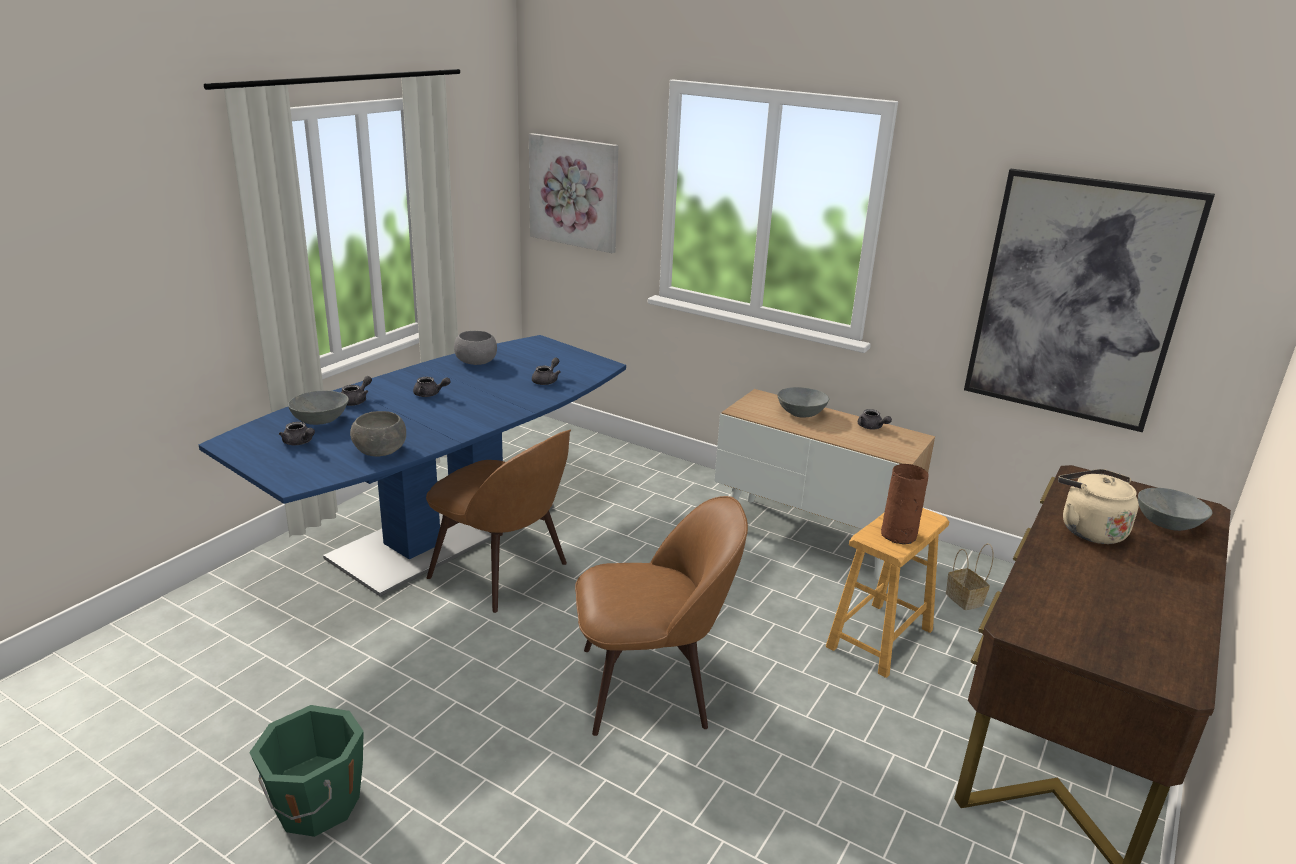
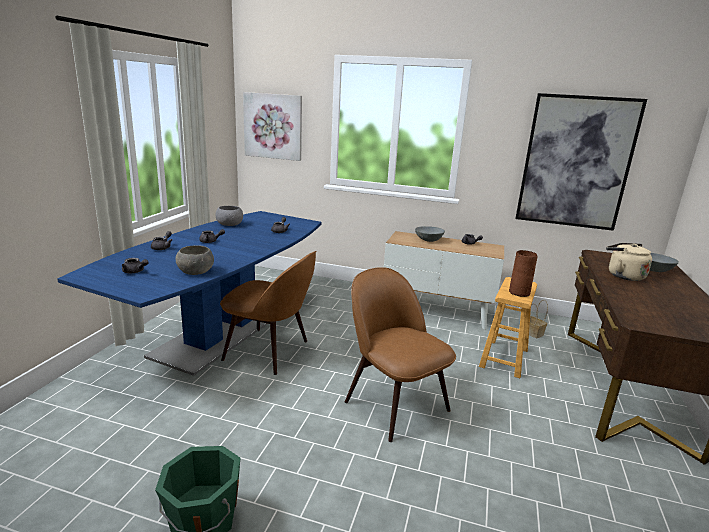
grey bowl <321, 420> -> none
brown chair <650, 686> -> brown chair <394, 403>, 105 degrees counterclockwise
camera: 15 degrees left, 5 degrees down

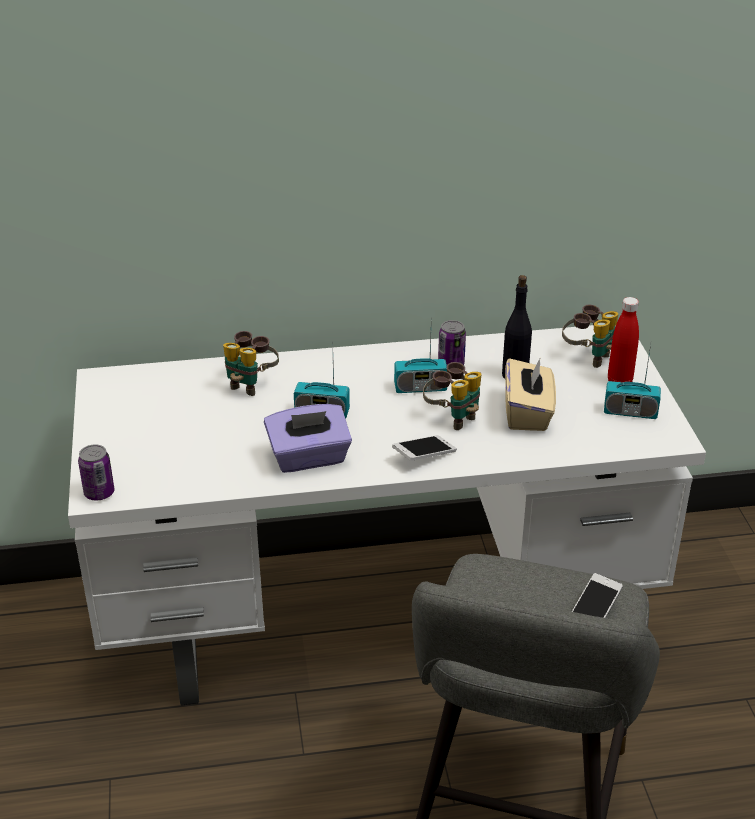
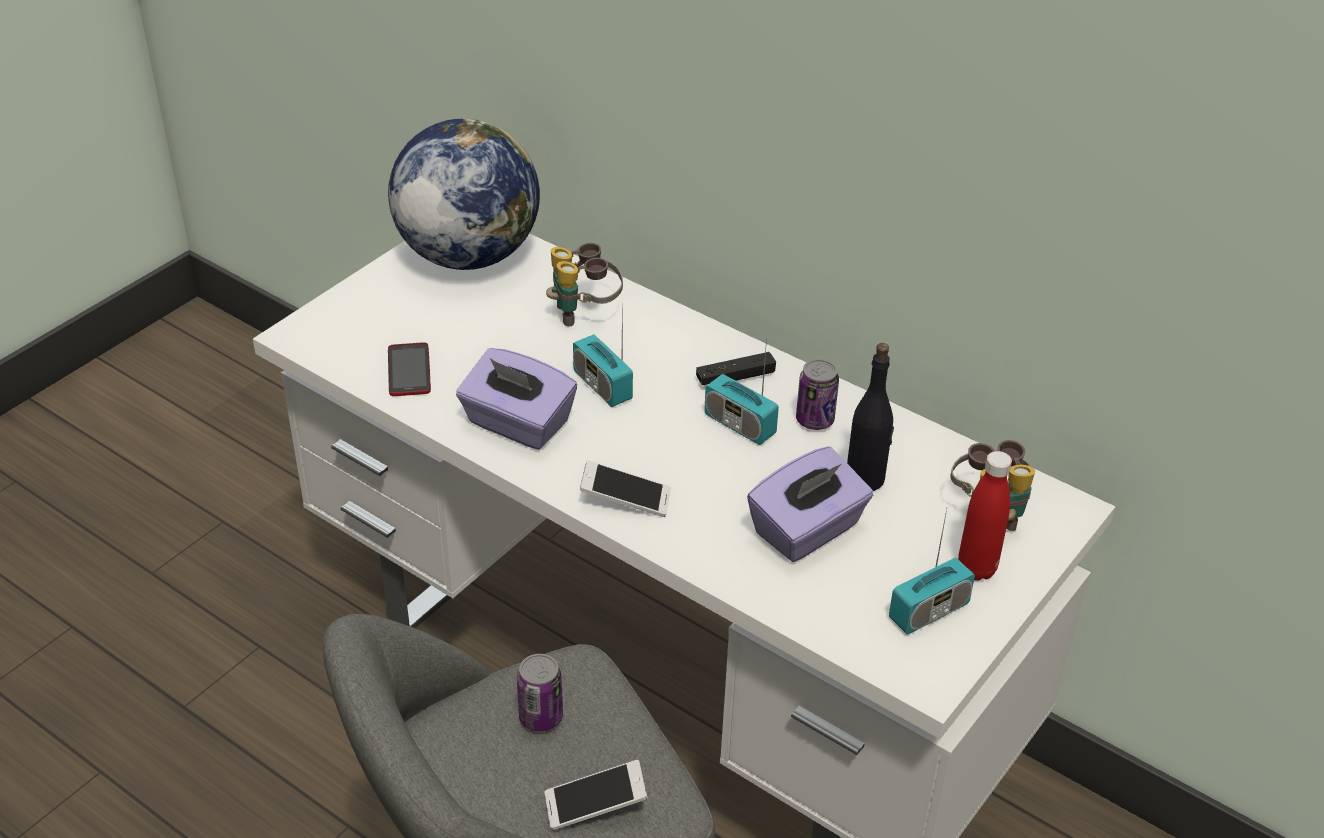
can <99, 493> -> can <541, 717>, moved
binoculars <452, 417> -> none
beige tissue box <528, 413> -> purple tissue box <807, 530>
radio <630, 412> -> radio <929, 611>, 90 degrees counterclockwise
none -> globe <467, 255>
none -> phone <409, 371>
none -> black game controller <735, 377>
camera: 45 degrees right, 5 degrees up

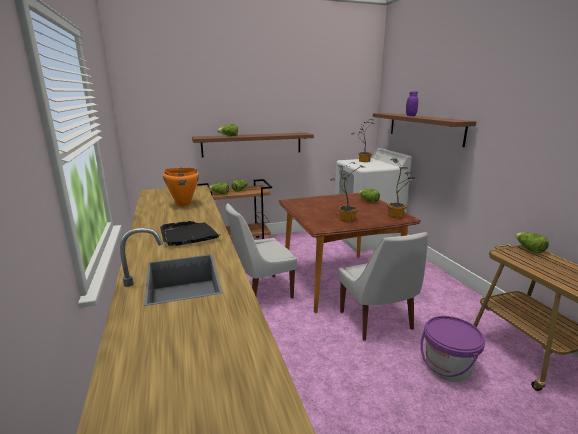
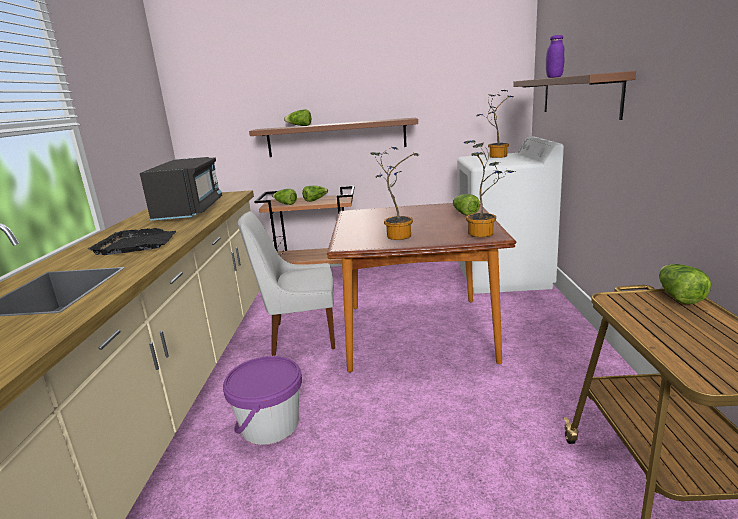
orange cooking pot <183, 204> -> black microwave <190, 211>
white chair <377, 322> -> none
purple bucket <447, 366> -> purple bucket <270, 425>, moved
camera: 20 degrees right, 0 degrees up

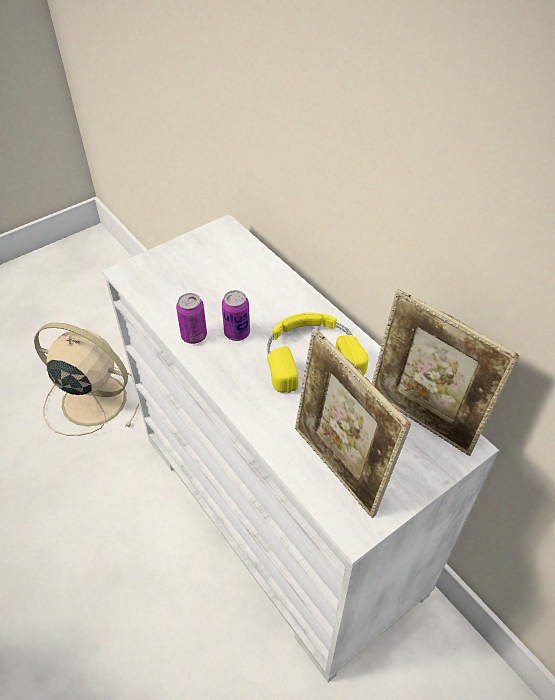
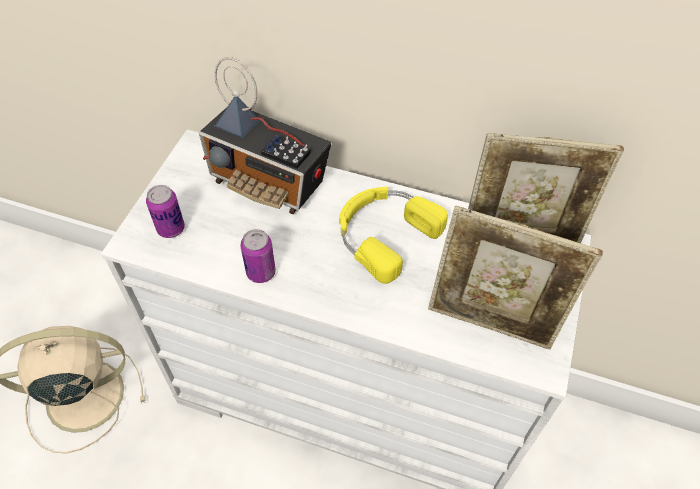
can <237, 333> -> can <171, 228>, moved
none -> radio <269, 183>
camera: 35 degrees left, 5 degrees up

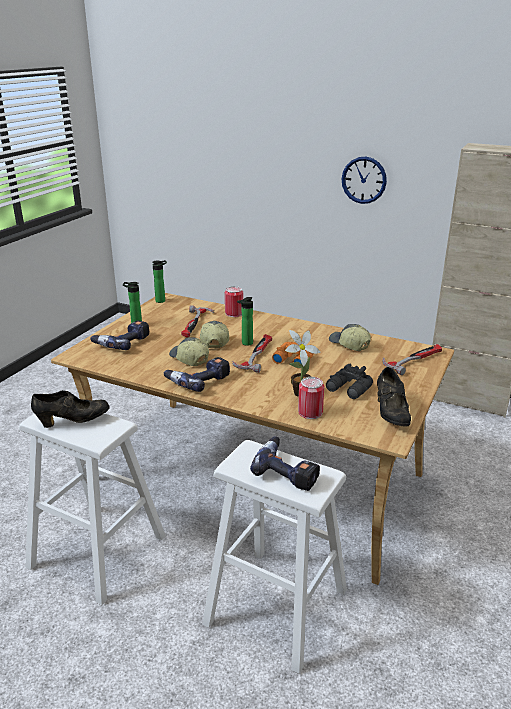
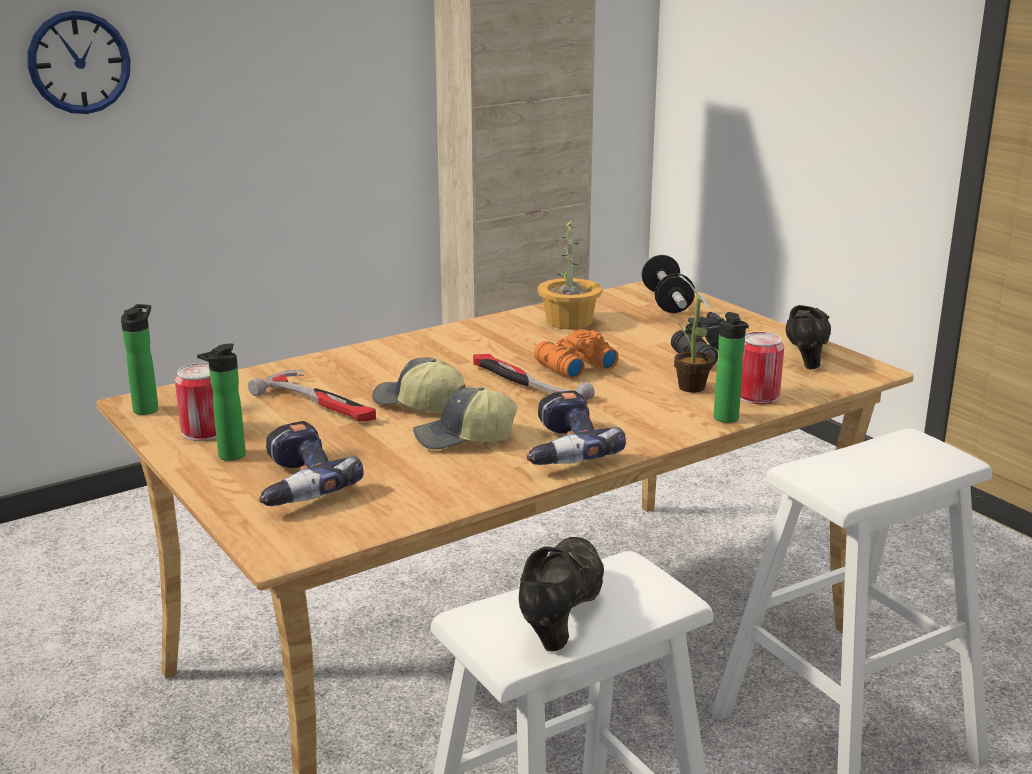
can <234, 313> -> can <205, 431>, moved
bottle <245, 343> -> bottle <727, 420>, moved
power drill <287, 470> -> none
cap <349, 344> -> potted plant <570, 321>
wall clock <364, 180> -> wall clock <79, 62>, moved
black shoe <391, 414> -> black shoe <805, 353>, 105 degrees counterclockwise
hammer <413, 360> -> dumbbell <666, 302>
camera: 60 degrees left, 5 degrees down

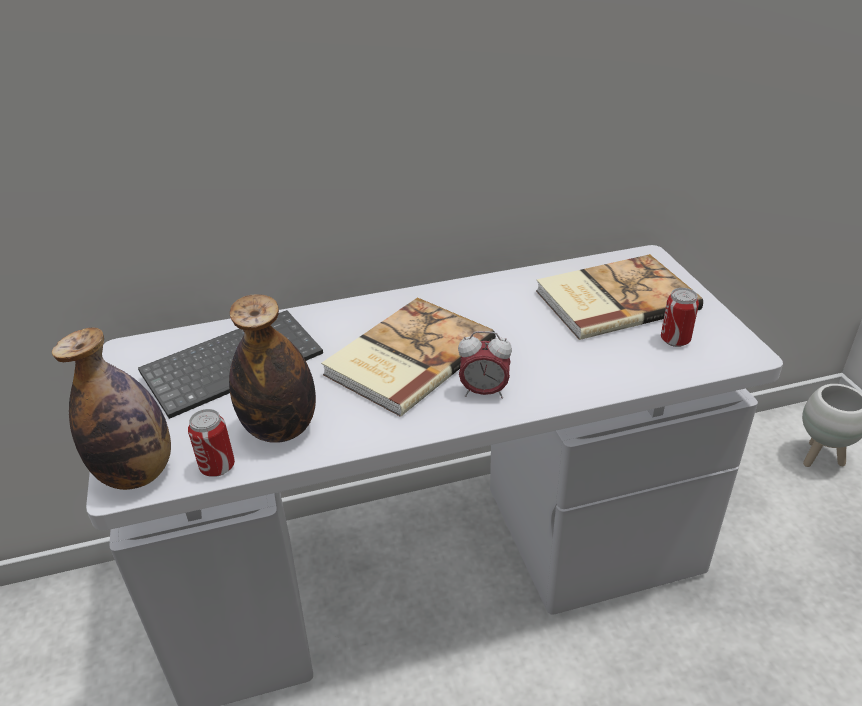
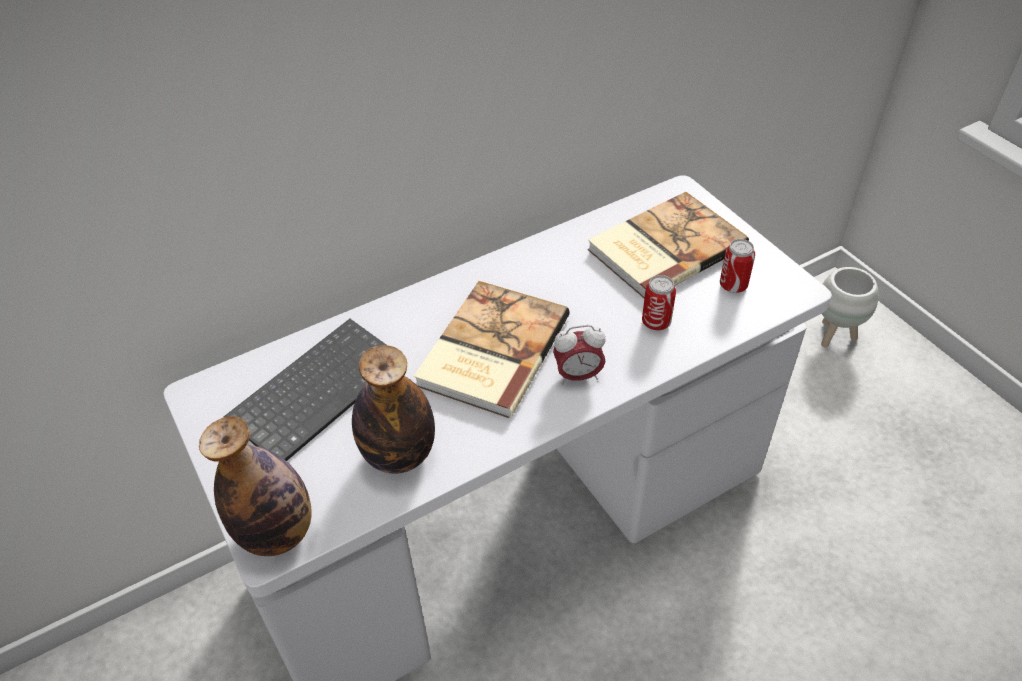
can <217, 467> -> can <656, 322>, moved
camera: 15 degrees left, 10 degrees up

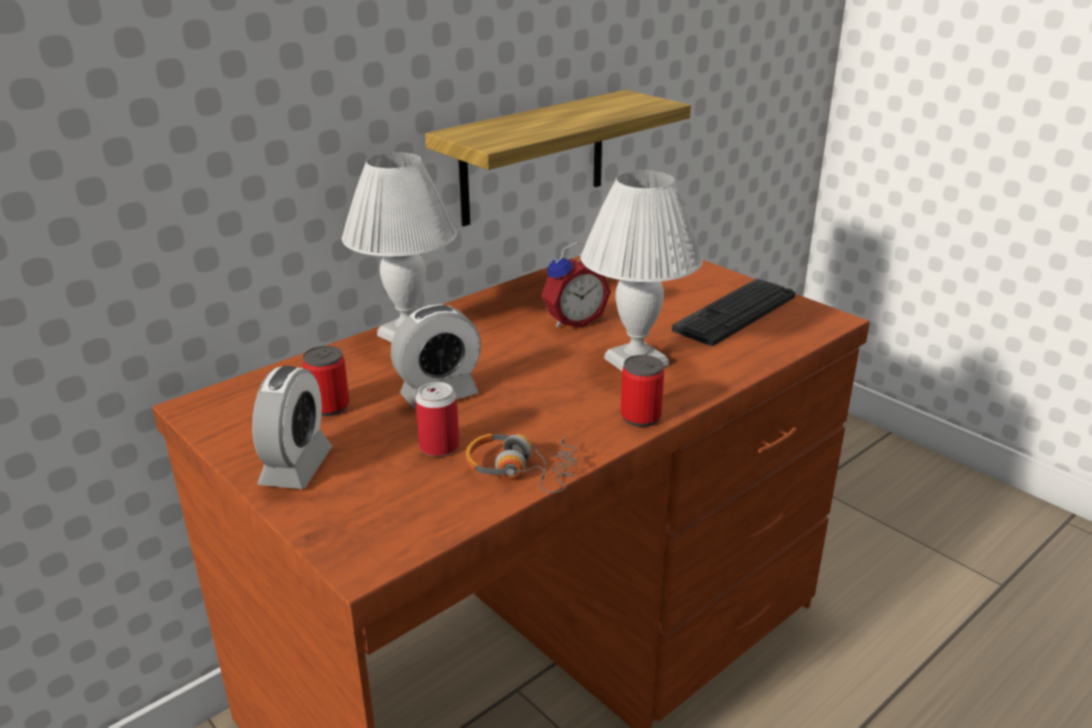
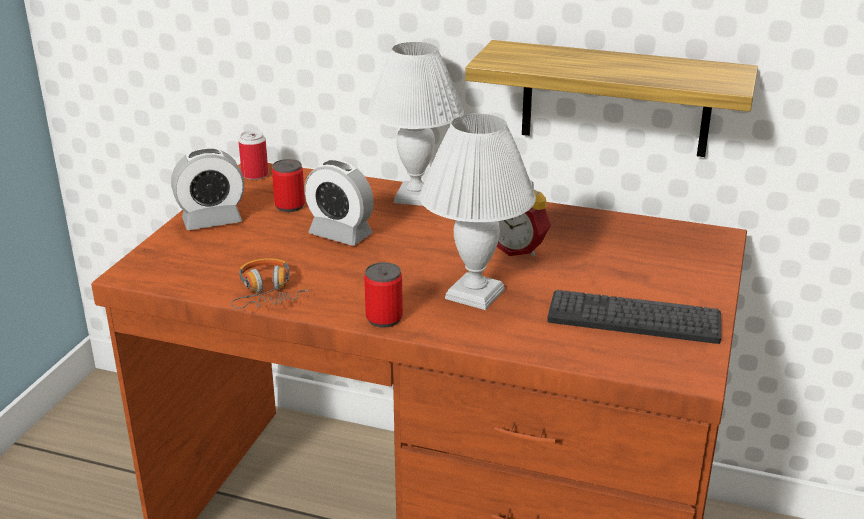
can <439, 446> -> can <255, 175>, moved
camera: 60 degrees right, 0 degrees up

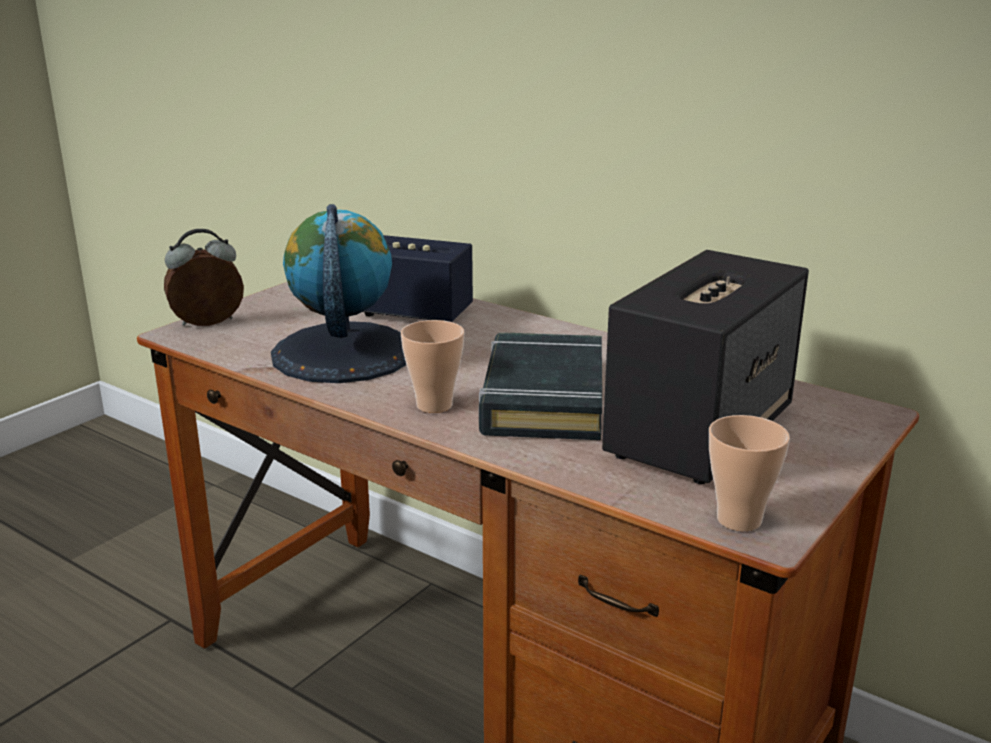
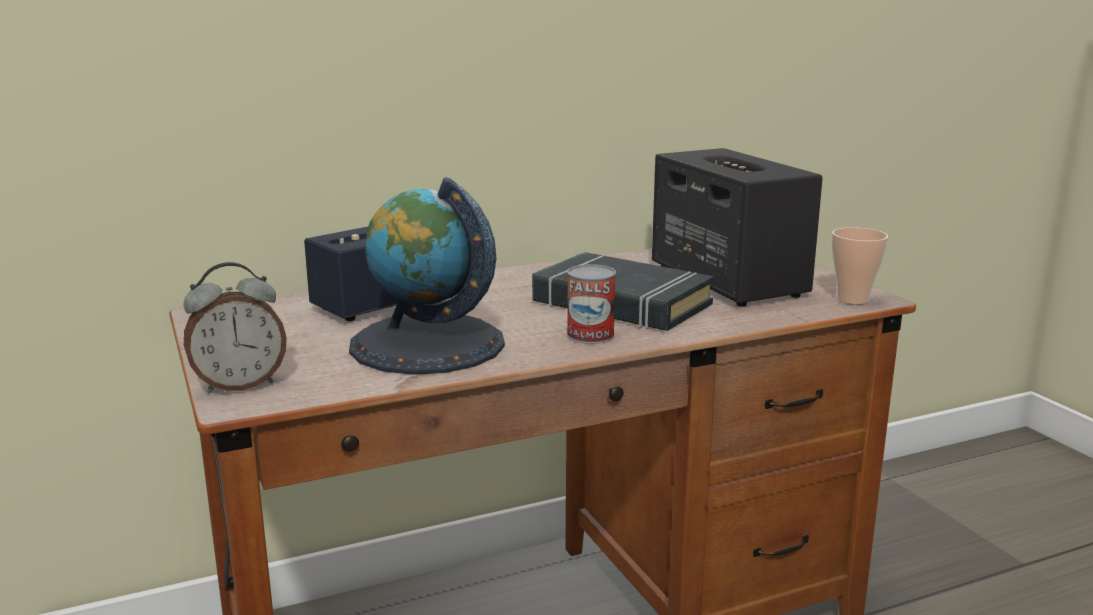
alarm clock <208, 324> -> alarm clock <239, 385>, 120 degrees counterclockwise
cup <434, 405> -> can <590, 335>
camera: 60 degrees left, 5 degrees down

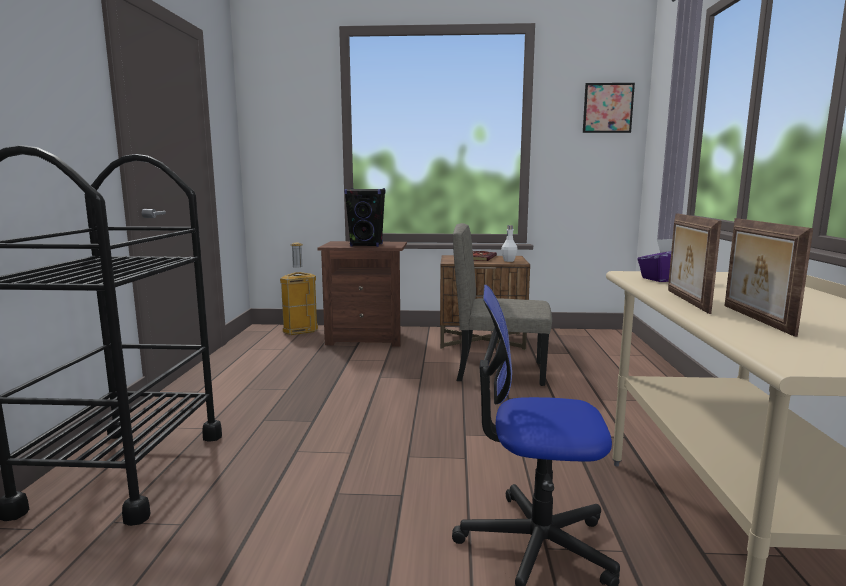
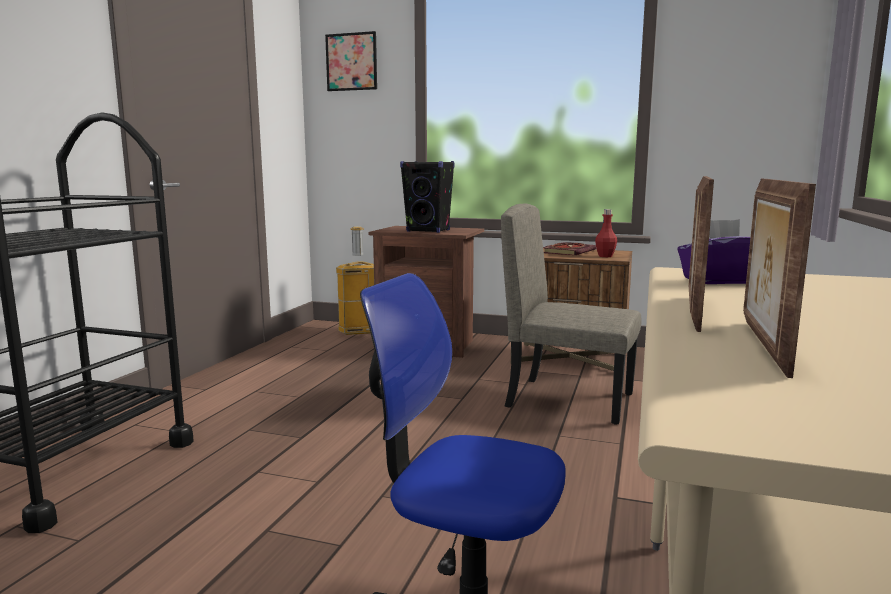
white bottle <509, 261> -> red bottle <605, 256>
picture <608, 108> -> picture <351, 62>, moved
camera: 15 degrees right, 0 degrees up

